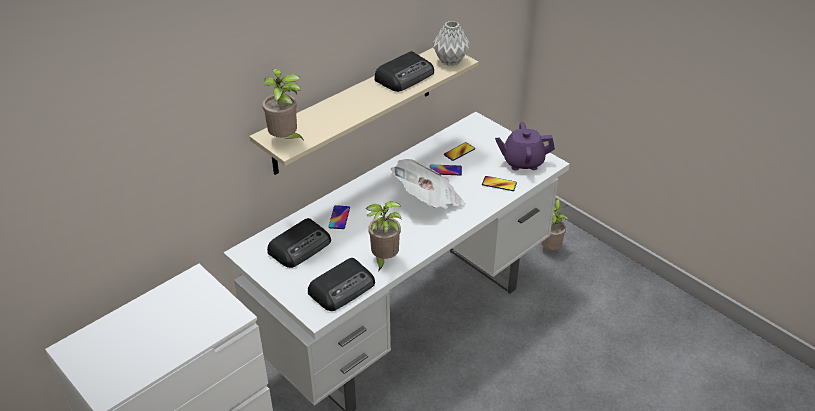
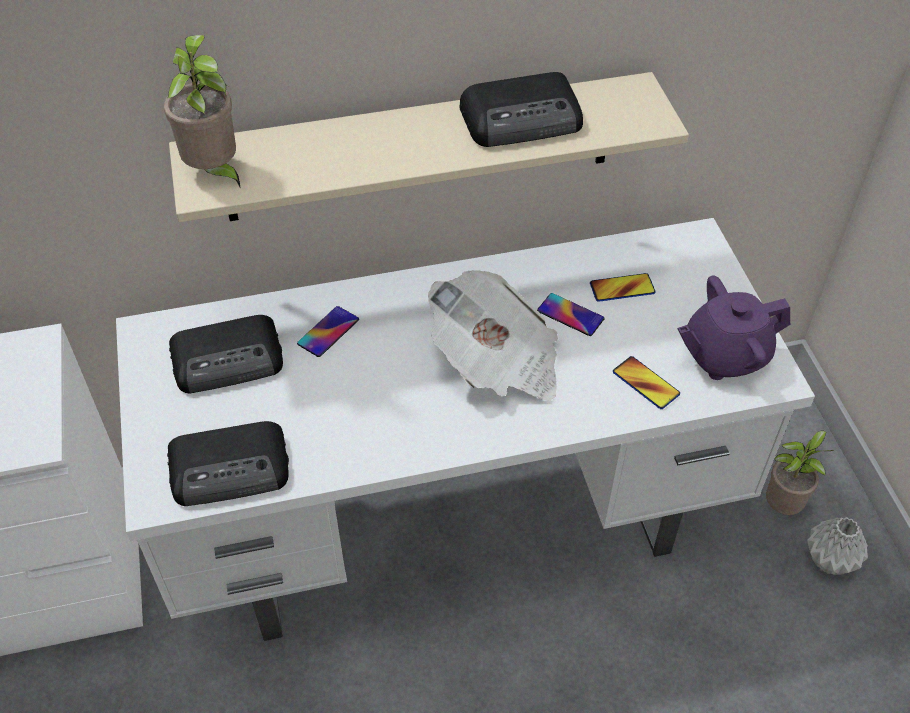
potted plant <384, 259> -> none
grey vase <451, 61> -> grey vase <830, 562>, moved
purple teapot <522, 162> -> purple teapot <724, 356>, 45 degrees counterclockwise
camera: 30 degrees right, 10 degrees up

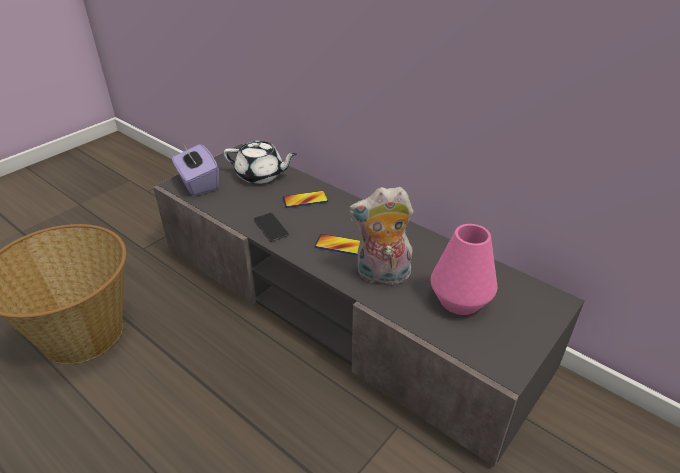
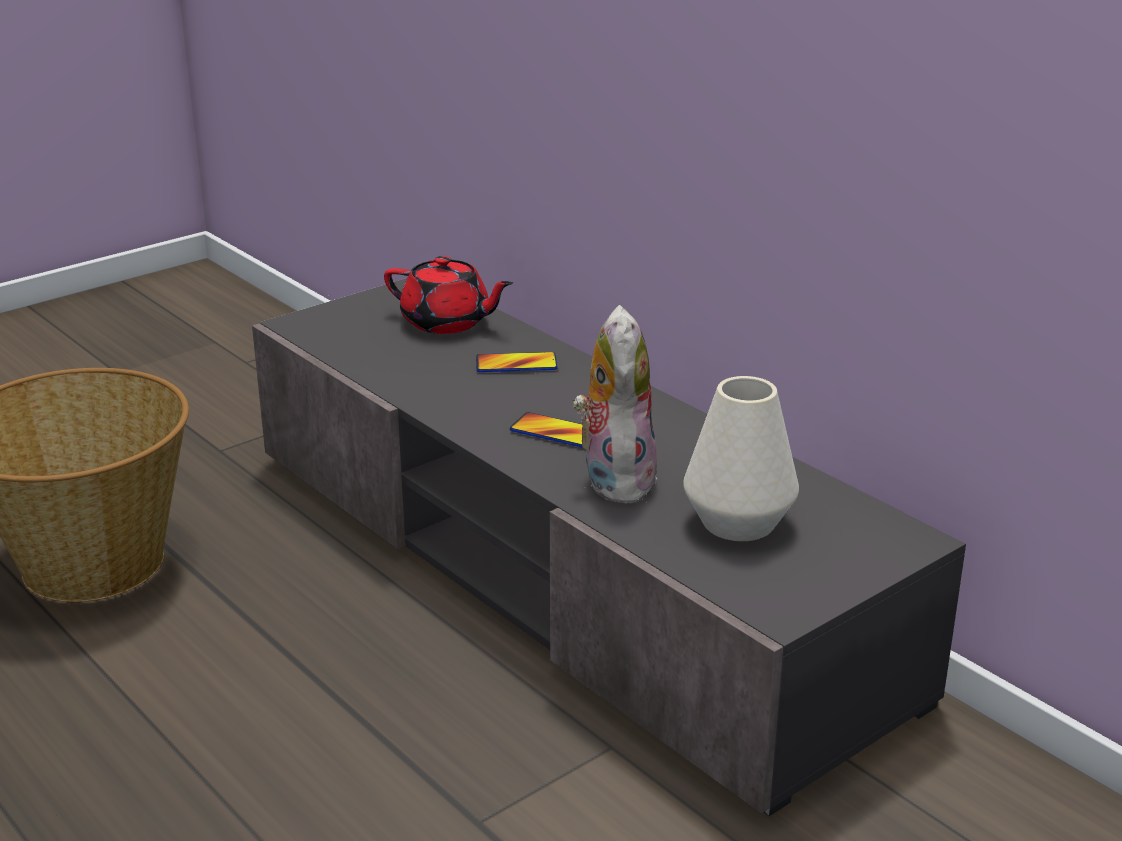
purple tissue box <198, 183> -> none
white teapot <261, 175> -> red teapot <447, 322>
phone <271, 227> -> none
plush toy <381, 276> -> plush toy <614, 478>, 75 degrees clockwise
pink vase <460, 300> -> white vase <738, 522>
camera: 10 degrees right, 10 degrees down

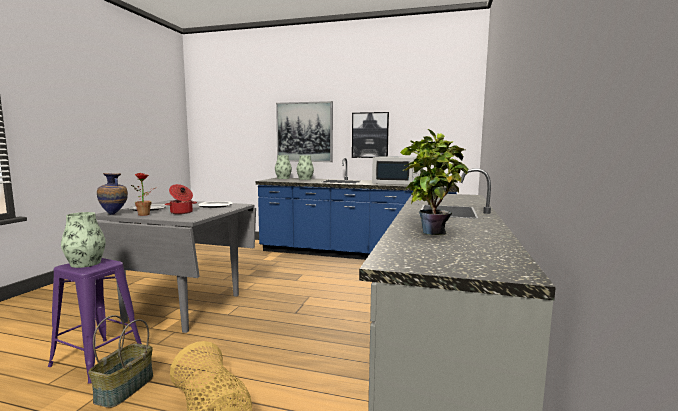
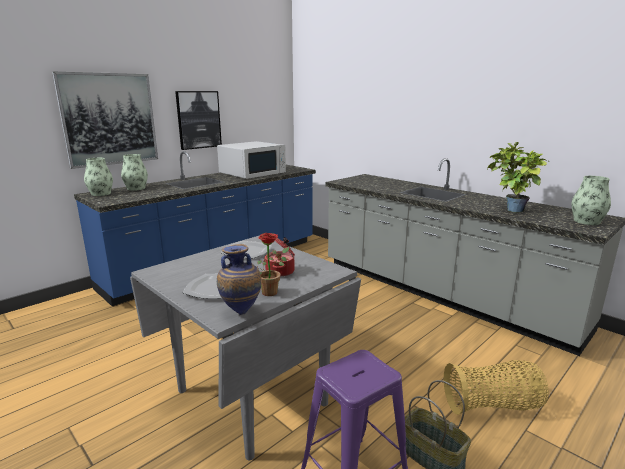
vase <85, 263> -> vase <586, 221>, moved
camera: 60 degrees left, 10 degrees up

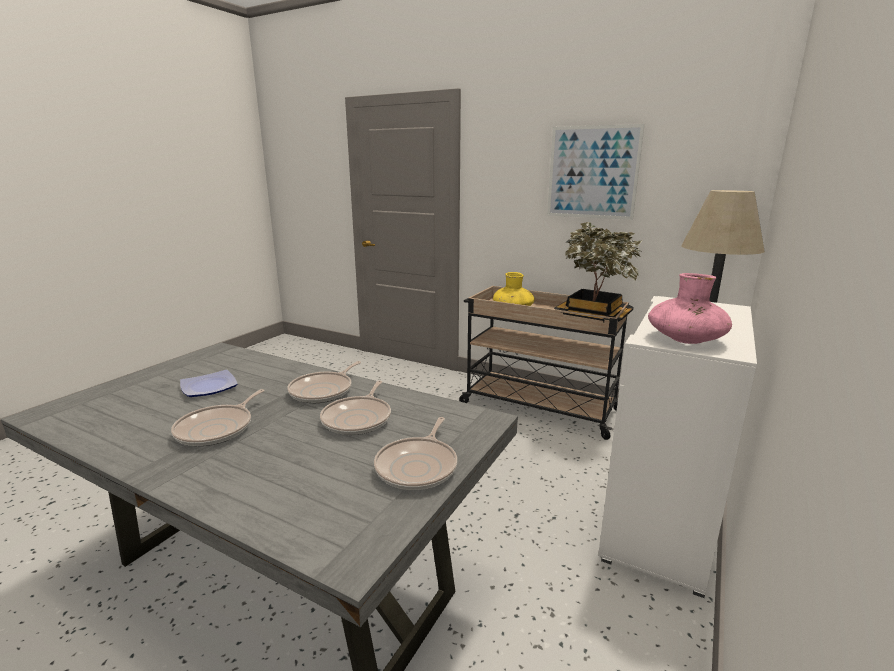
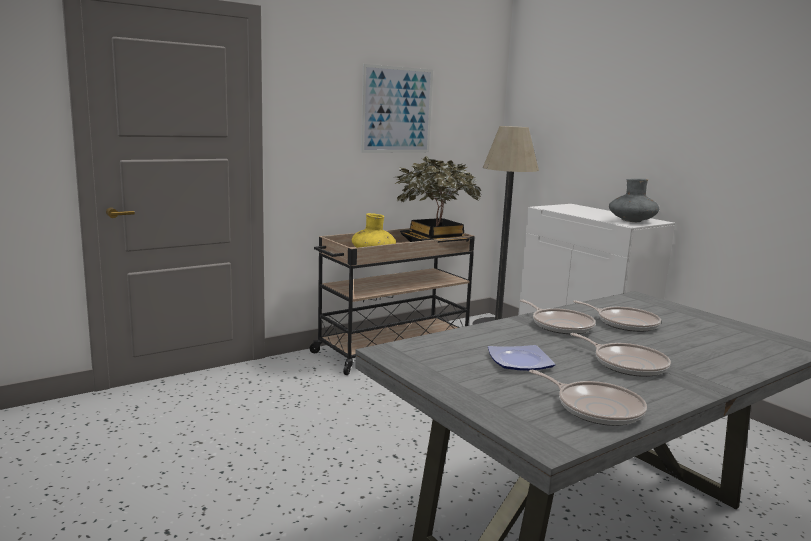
frying pan <418, 466> -> frying pan <595, 408>, moved
pink vase <685, 339> -> grey vase <632, 221>
camera: 65 degrees left, 5 degrees down

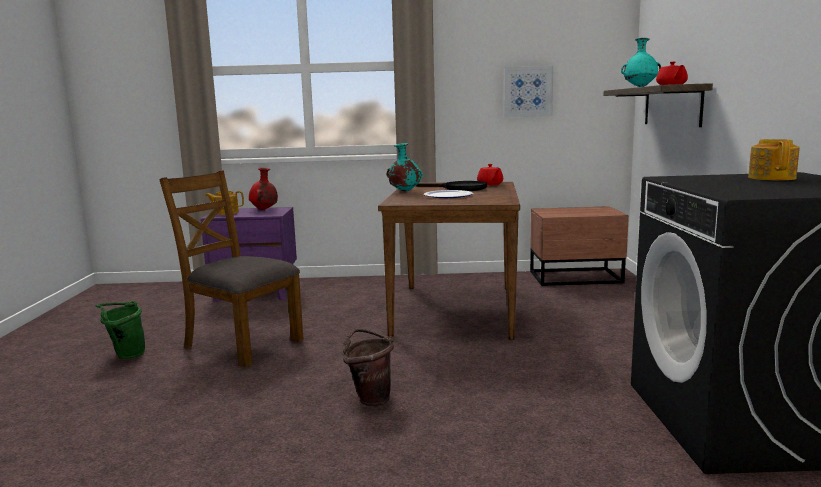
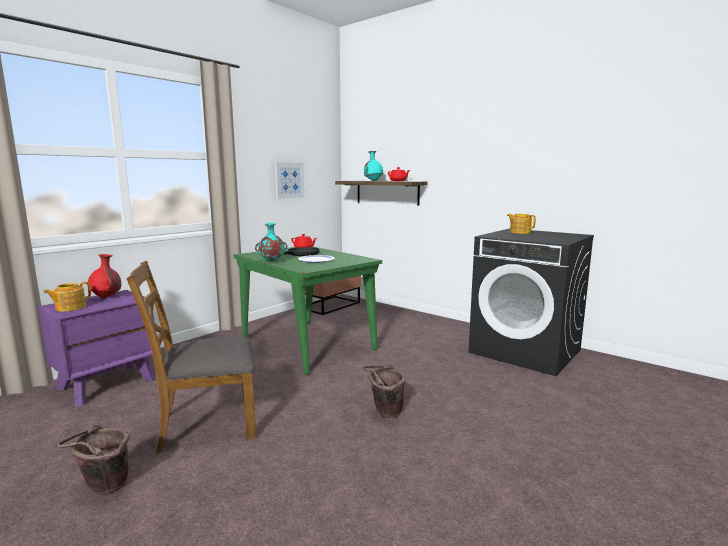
green bucket <125, 355> -> brown bucket <103, 489>
brown dining table <455, 310> -> green dining table <308, 344>
camera: 50 degrees left, 0 degrees up

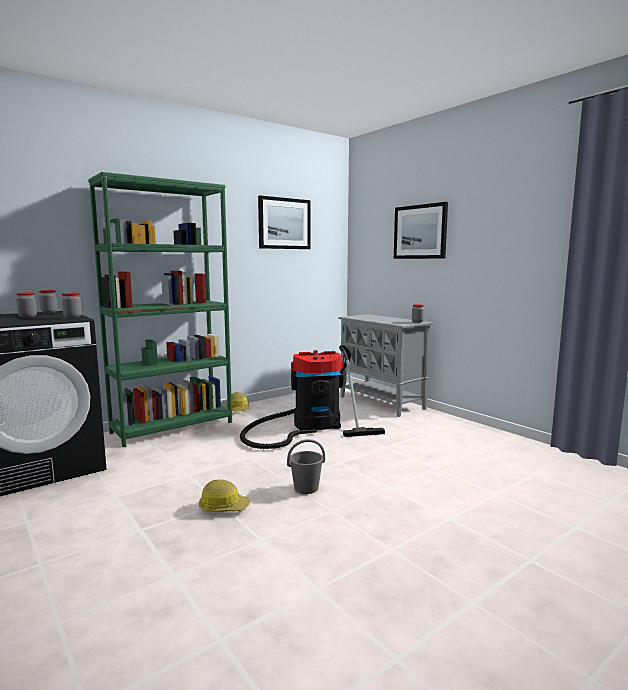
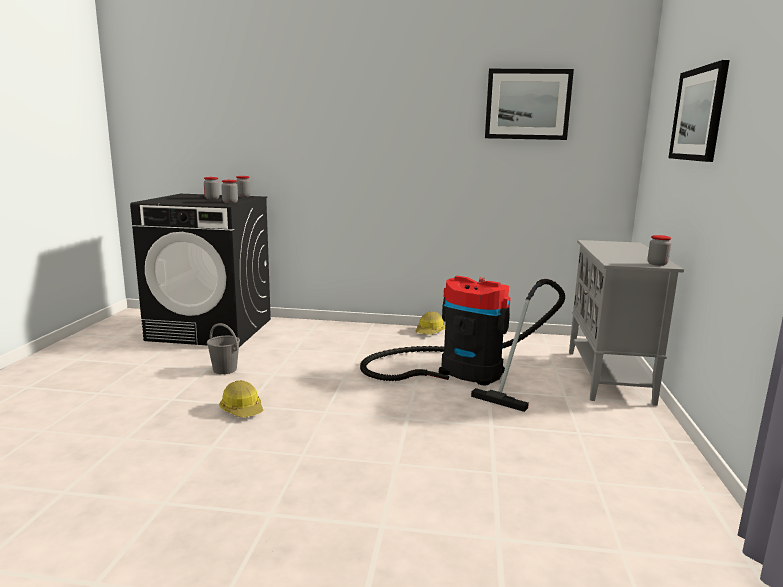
green bookcase <173, 427> -> none
grey bucket <306, 488> -> grey bucket <225, 370>, moved
camera: 45 degrees right, 5 degrees up

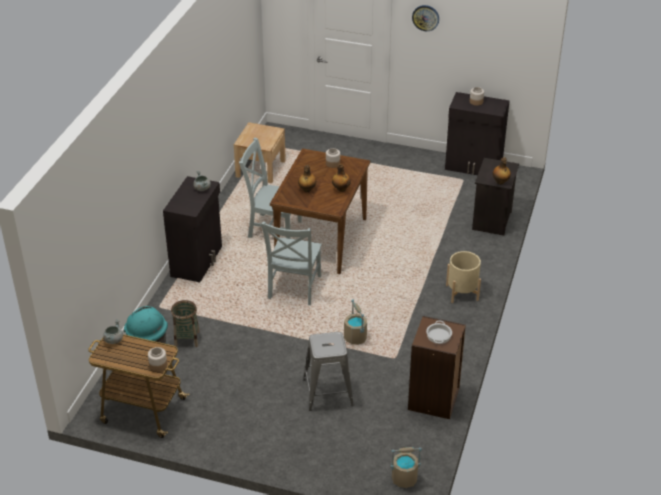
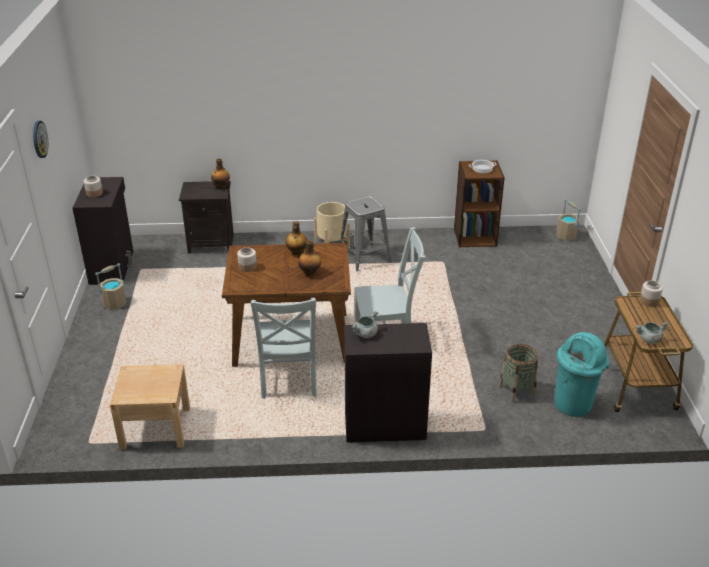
grey stool <328, 392> -> grey stool <364, 257>, moved
beige bucket <355, 337> -> beige bucket <115, 303>, moved
camera: 110 degrees left, 5 degrees down

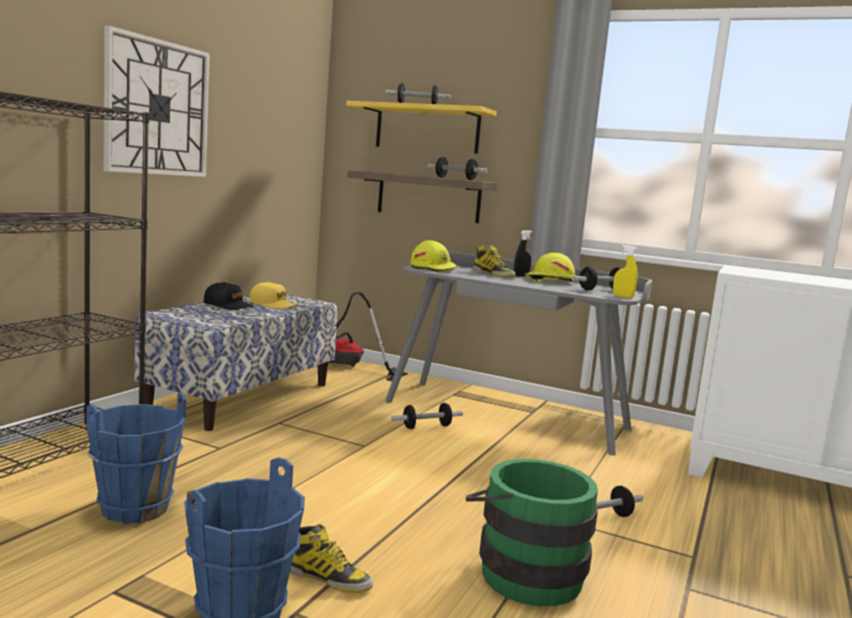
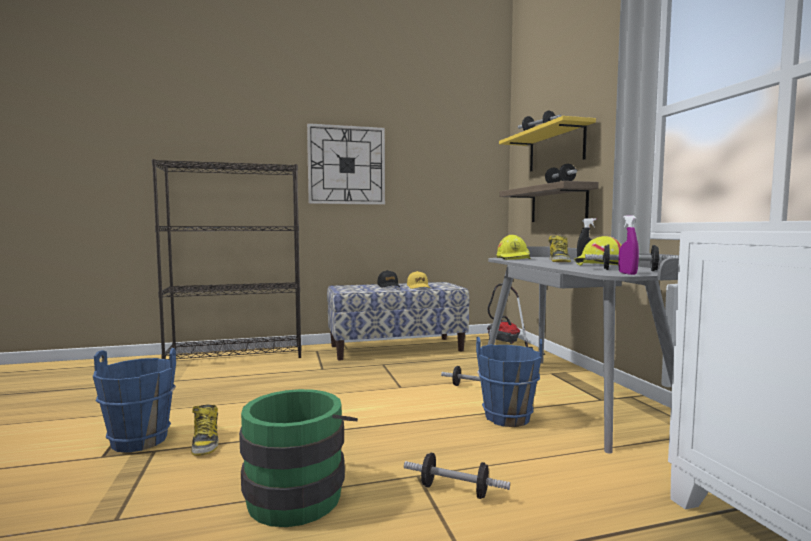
blue bucket <135, 508> -> blue bucket <507, 417>, moved
yellow spray bottle <623, 296> -> purple spray bottle <627, 273>
camera: 50 degrees right, 5 degrees down

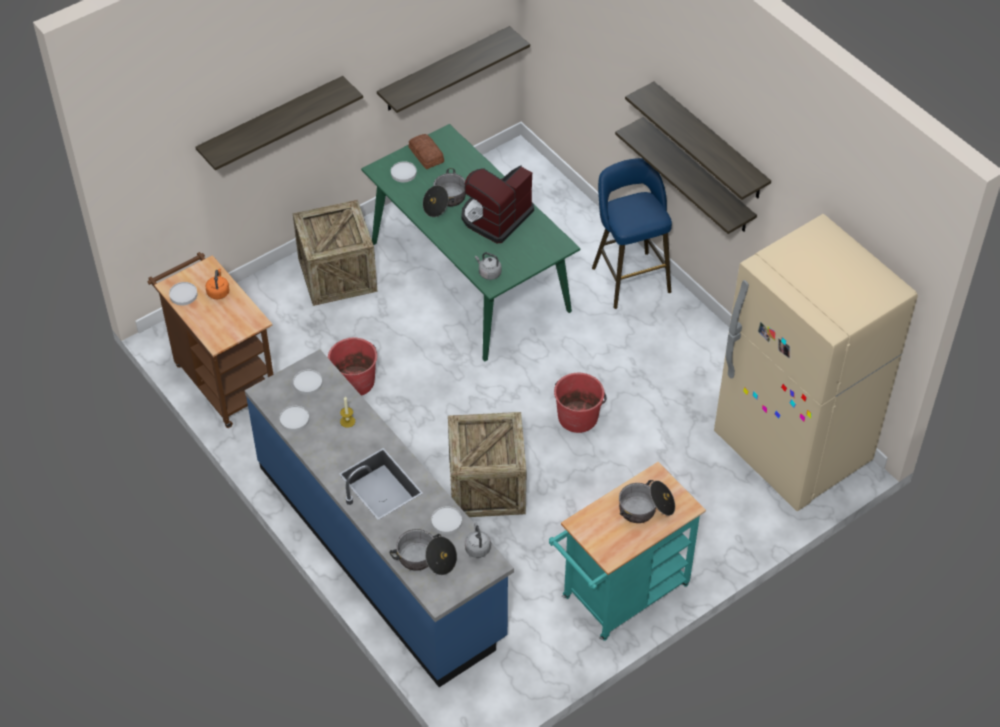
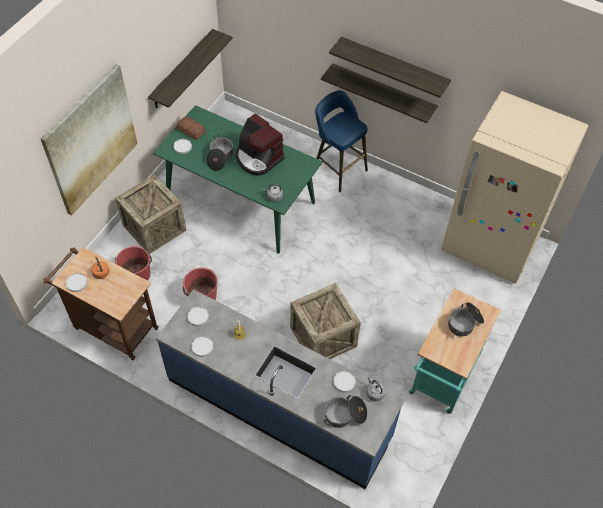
shelf <271, 122> -> picture <91, 140>
coffee machine <495, 217> -> coffee machine <258, 158>, 60 degrees counterclockwise
red bucket <578, 416> -> red bucket <136, 275>, moved
camera: 25 degrees left, 5 degrees up

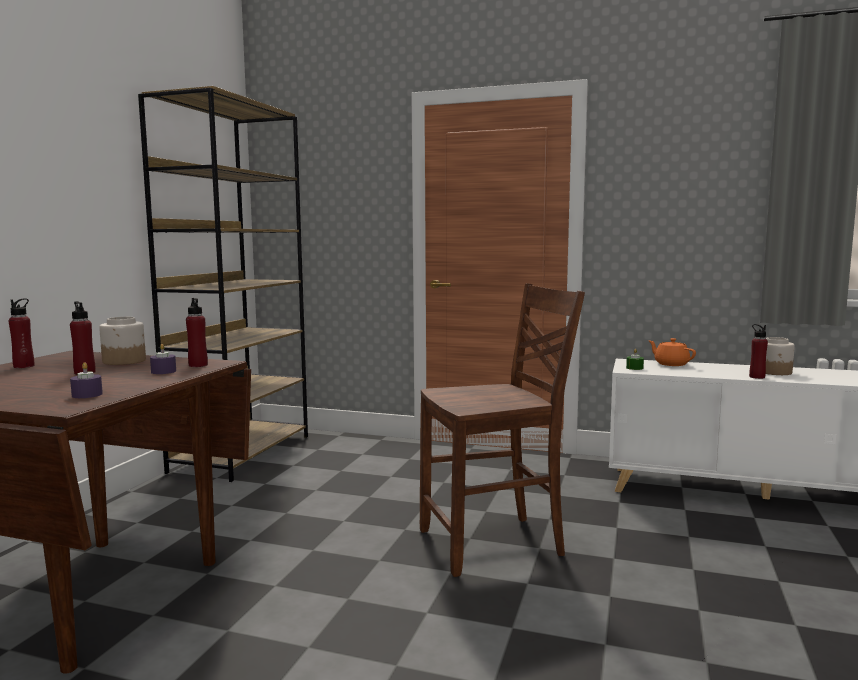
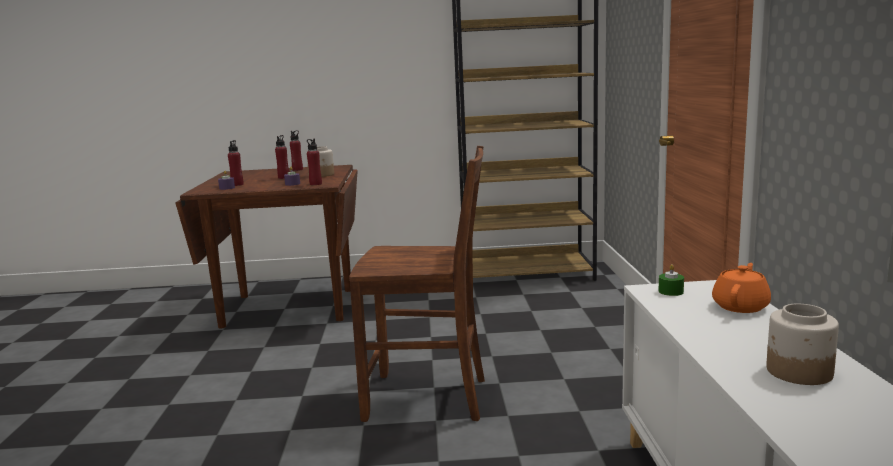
brown chair <494, 544> -> brown chair <429, 399>, 45 degrees counterclockwise
red bottle <757, 377> -> red bottle <237, 184>, moved
camera: 70 degrees right, 5 degrees up

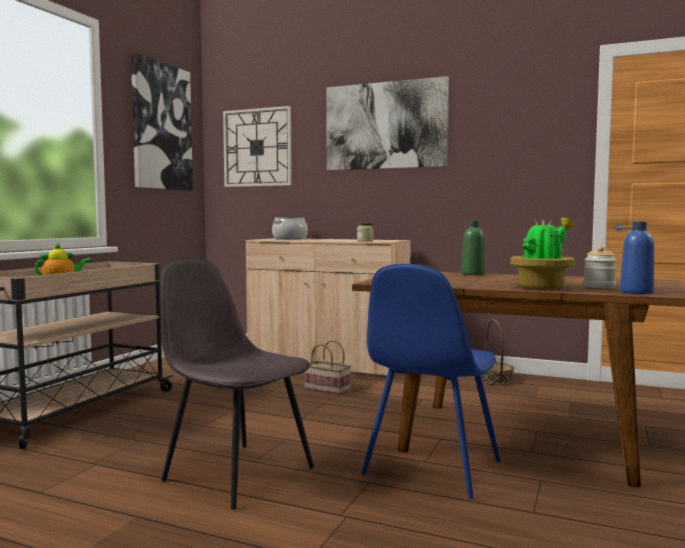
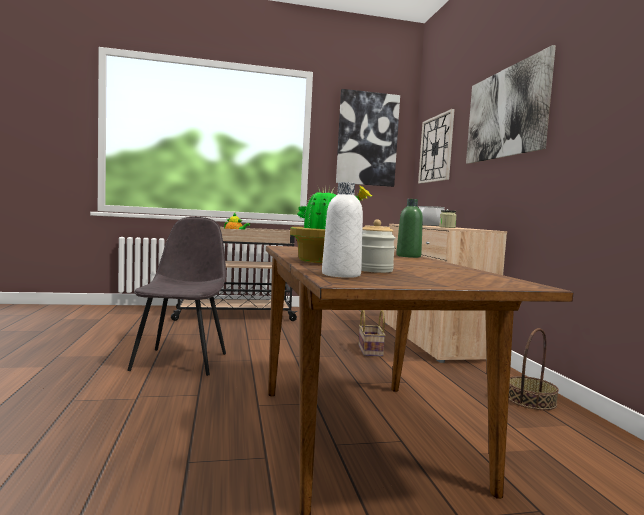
blue chair <431, 469> -> none
blue bottle <636, 292> -> white bottle <341, 275>
camera: 55 degrees right, 0 degrees up

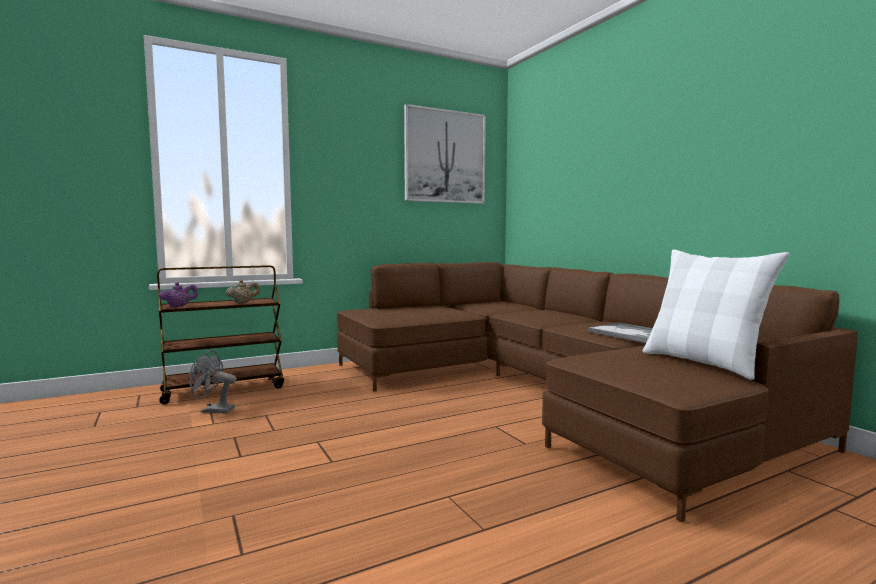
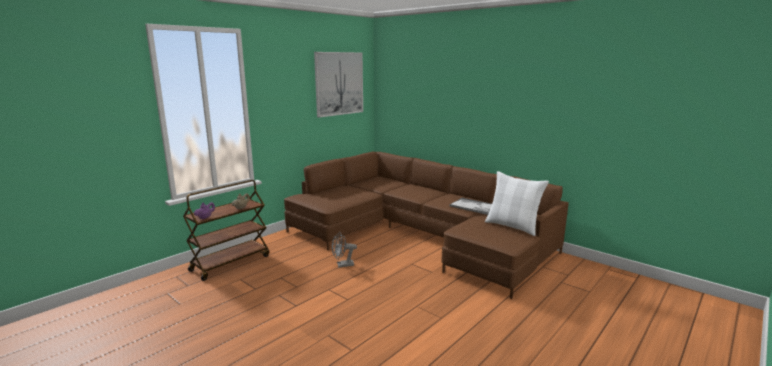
grey fan <213, 410> -> grey fan <342, 265>, moved
camera: 20 degrees left, 10 degrees up

